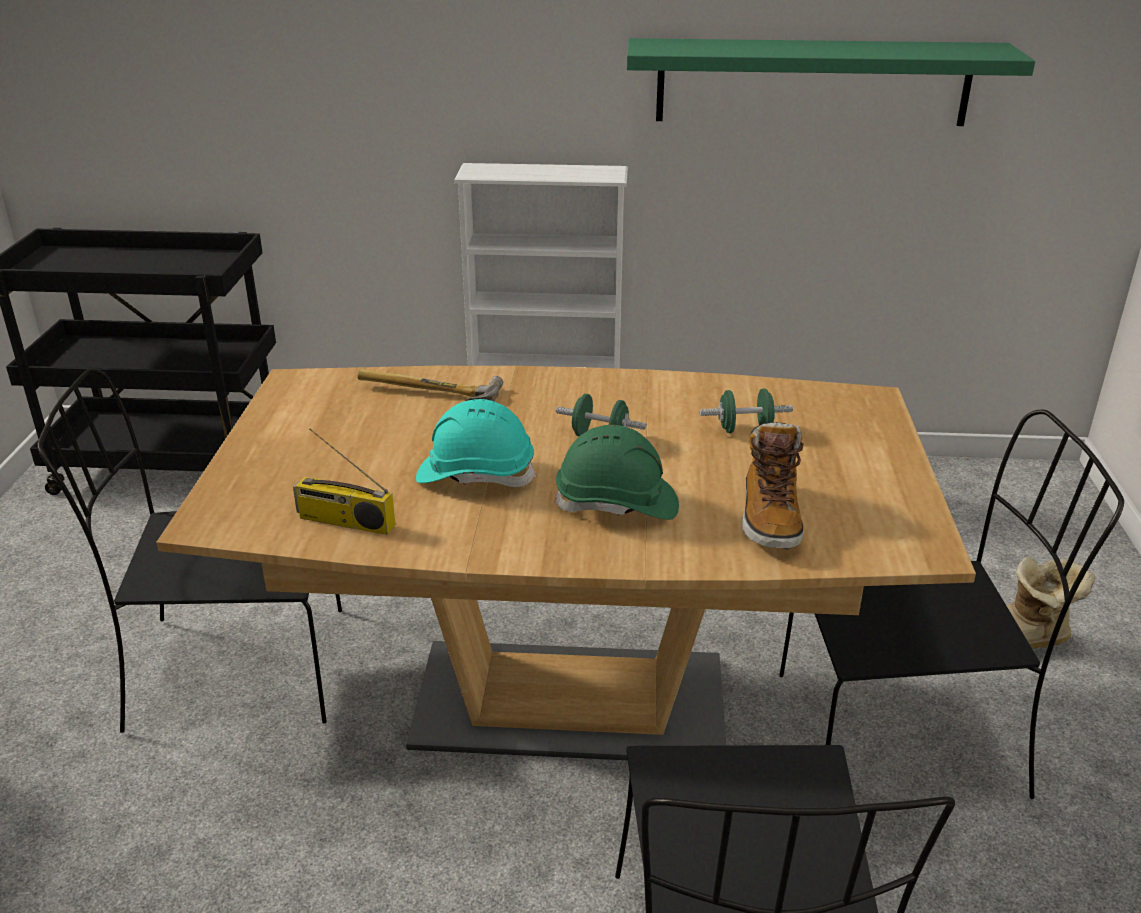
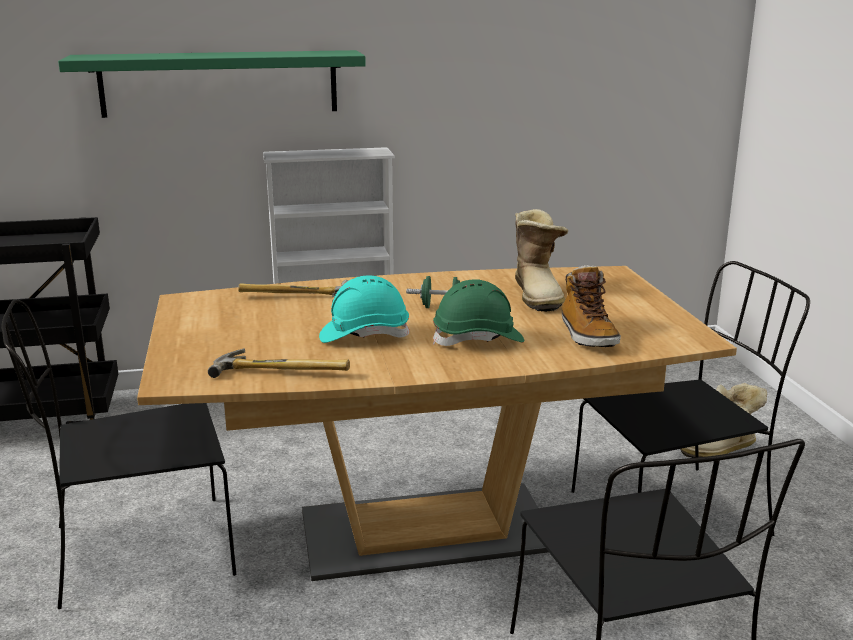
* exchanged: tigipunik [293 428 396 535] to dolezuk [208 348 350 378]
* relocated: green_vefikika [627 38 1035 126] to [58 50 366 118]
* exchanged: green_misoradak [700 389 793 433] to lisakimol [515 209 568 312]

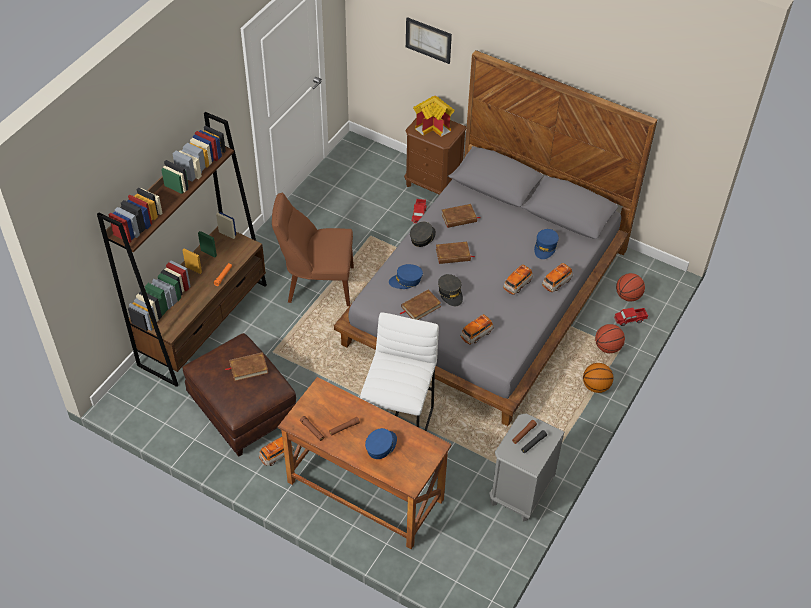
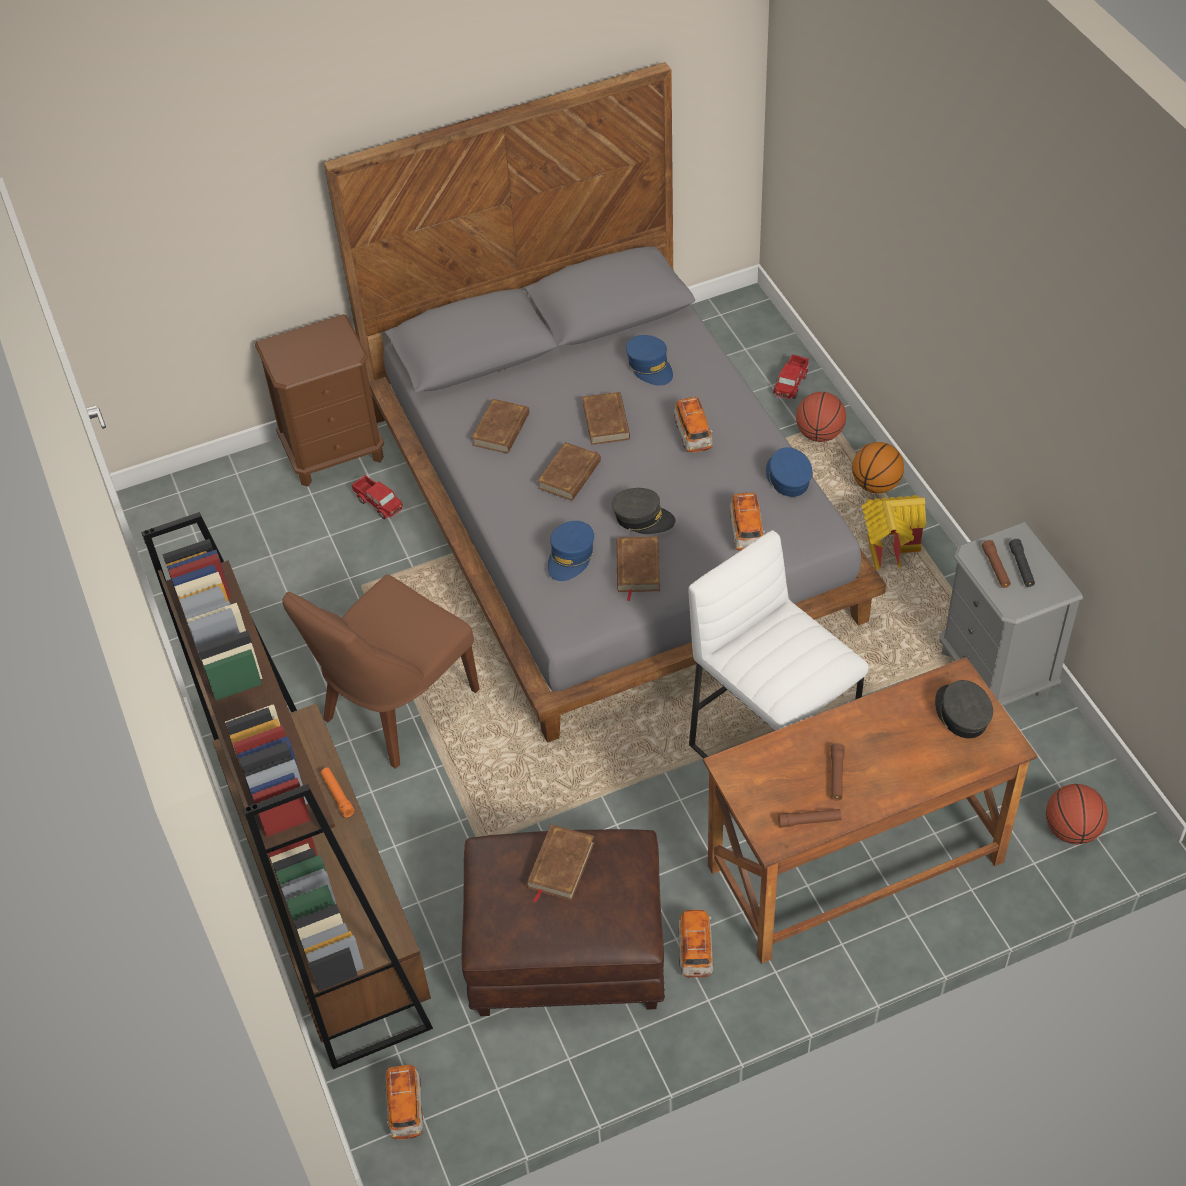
* relocated: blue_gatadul [365 428 397 459] to [766 447 812 497]
* missing: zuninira [406 17 452 64]
* relocated: grey_gatadul [410 222 436 247] to [935 680 993 738]
* relocated: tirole [413 96 455 137] to [862 495 926 570]
* relocated: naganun [542 263 573 292] to [385 1065 423 1139]
* relocated: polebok [616 273 645 302] to [1046 784 1108 844]
* appeared: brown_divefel [582 392 630 445]

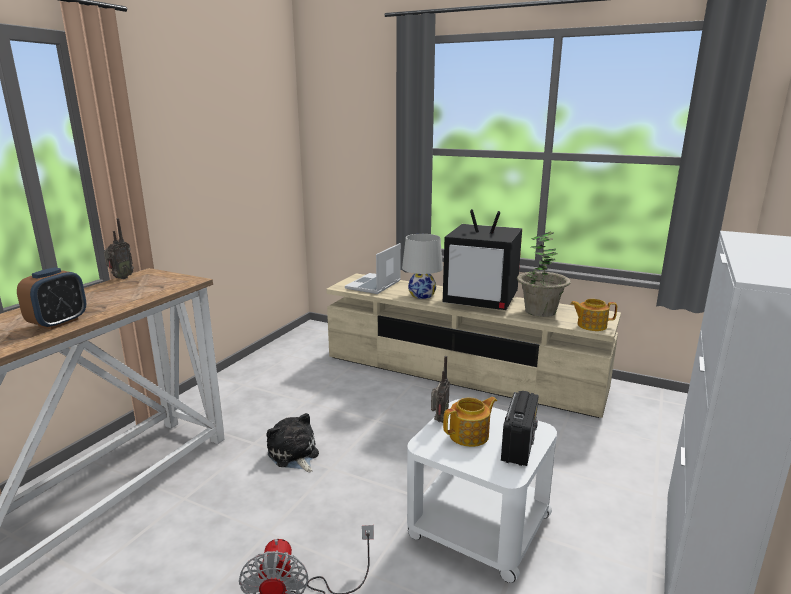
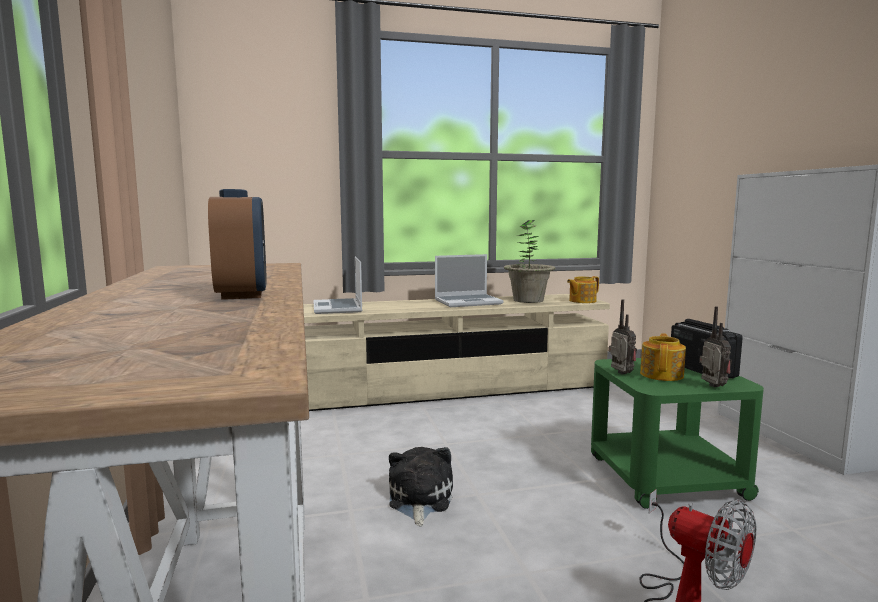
* relocated: tigipunik [104 218 134 279] to [699 306 732 387]
* spun: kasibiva [266 413 319 472] = [389 447 453 526] 75 degrees clockwise
* missing: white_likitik [402 234 443 299]
* colour: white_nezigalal [407 399 557 583] to green_nezigalal [591 358 764 509]
* exchanged: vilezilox [443 209 522 310] to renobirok [435 254 504 307]

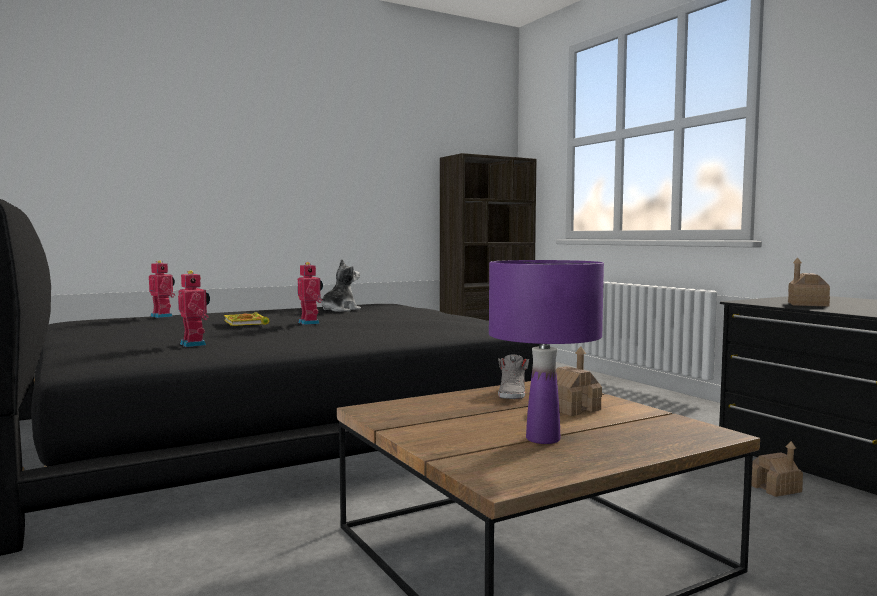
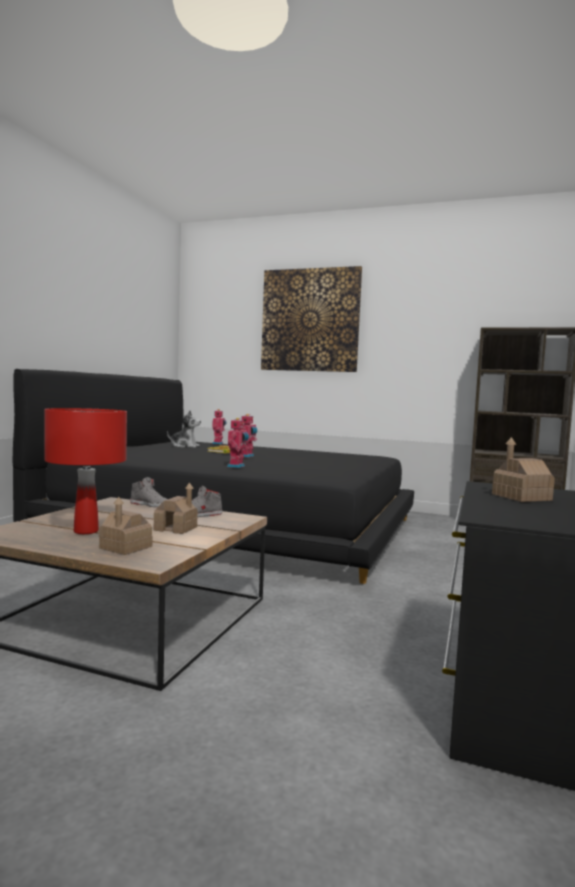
* relocated: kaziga [178 270 210 347] to [227 418 249 468]
* relocated: kasibiva [319 259 361 312] to [167 410 201 448]
* colour: purple_likitik [489 260 604 444] to red_likitik [44 408 127 534]
* relocated: tirole [751 441 803 497] to [99 497 153 555]
* appeared: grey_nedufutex [130 477 168 507]
* appeared: zuninira [261 266 362 372]

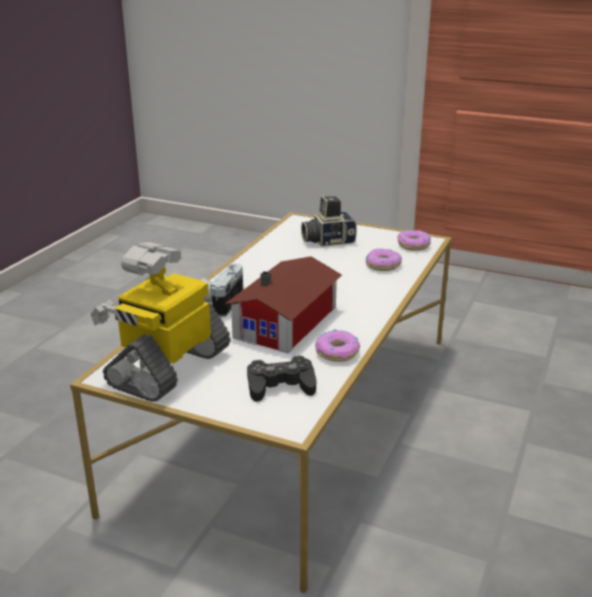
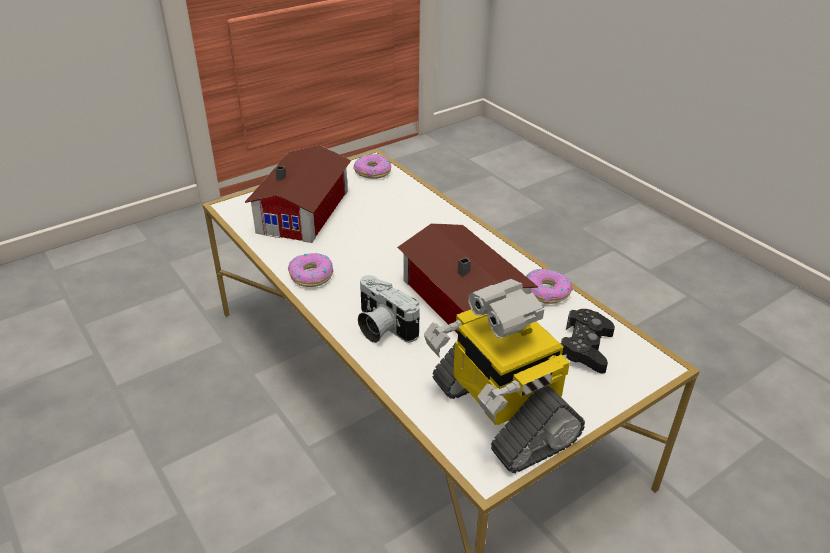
* exchanged: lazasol [301 195 357 247] to tirole [245 145 351 243]
* relocated: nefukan [366 249 402 271] to [288 253 333 287]

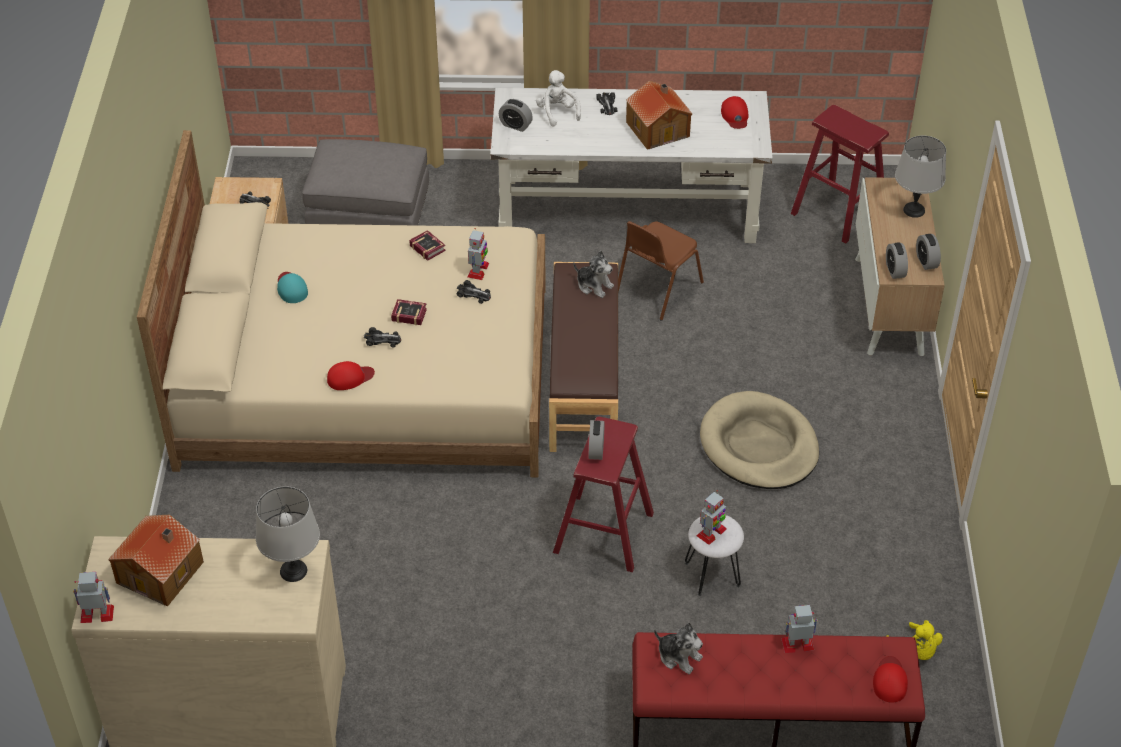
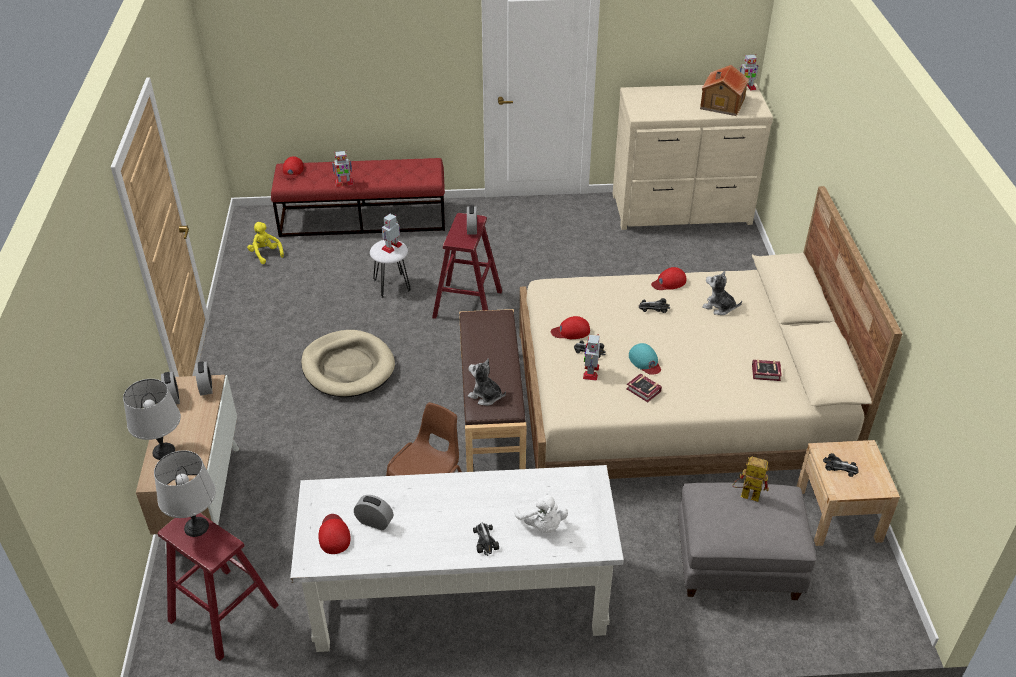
* relocated: grey_likitik [256 486 320 582] to [154 450 216 537]
* relocated: turquoise_gatadul [277 272 308 303] to [629 343 661 375]
* relocated: divefel [391 299 427 325] to [752 359 782 381]
* relocated: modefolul [499 99 533 132] to [354 495 393 530]
* missing: tirole [626 81 692 150]
* relocated: kasibiva [654 623 703 674] to [702 271 742 315]
* appeared: red_gatadul [551 316 590 339]
* appeared: kaziga [733 457 769 502]

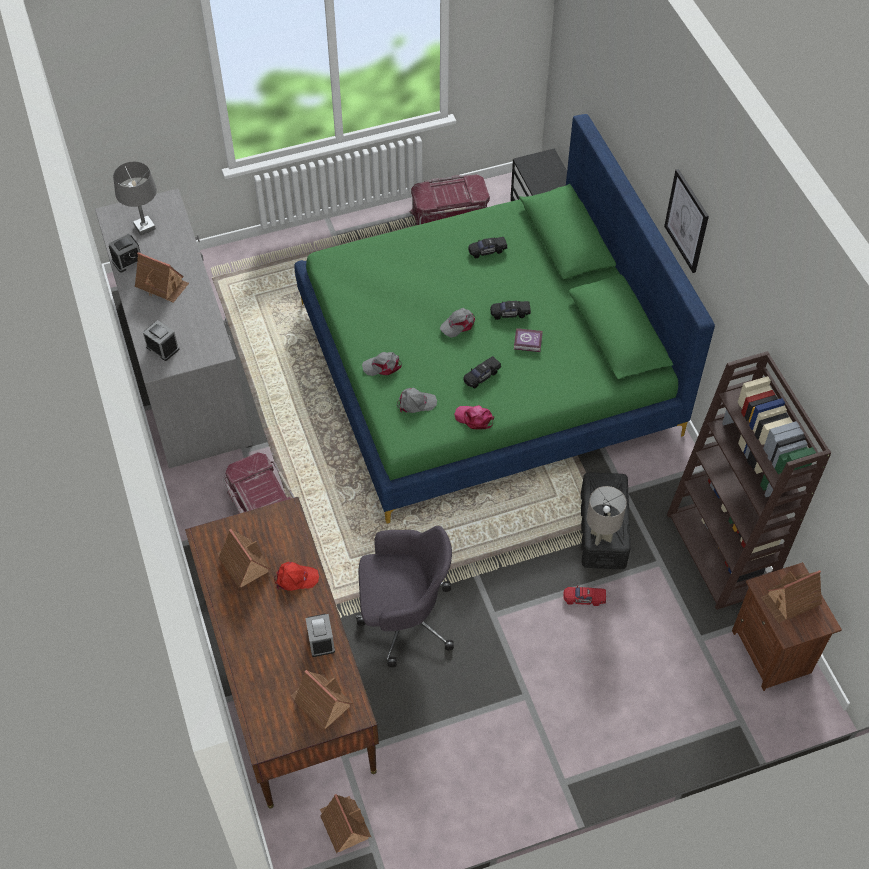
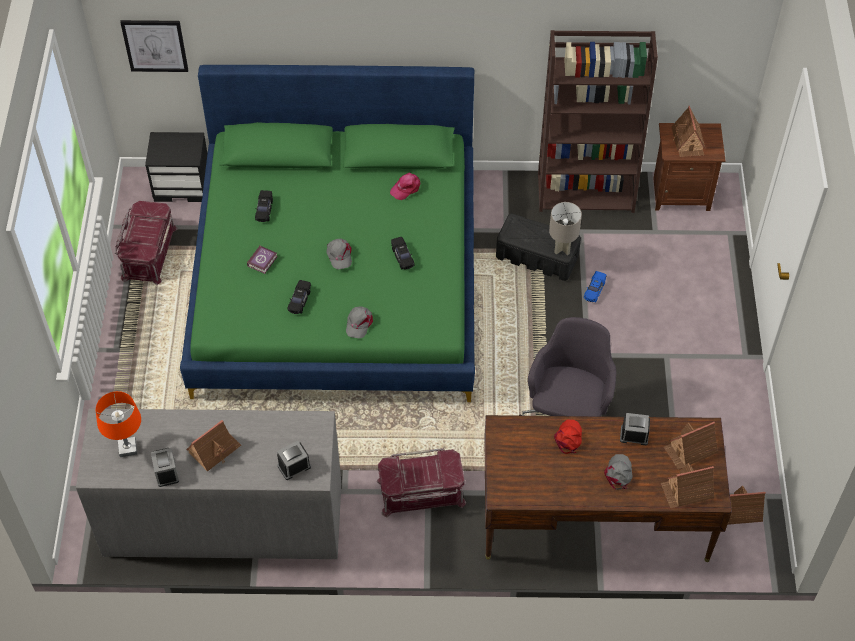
* colour: grey_likitik [113 162 157 235] to orange_likitik [96 391 141 457]
* relocated: tirole [218 529 271 587] to [661 463 714 508]
* relocated: grey_gatadul [397 388 437 413] to [604 454 632 490]
* relocated: pink_gatadul [454 405 494 429] to [390 172 420 200]
* relocated: black_naganun [490 301 531 320] to [288 280 311 314]
* relocated: divefel [514 328 543 352] to [247 246 278 274]
* colour: red_naganun [564 586 606 606] to blue_naganun [584 271 606 302]
* relocated: zuninira [664 169 709 273] to [120 20 188 72]

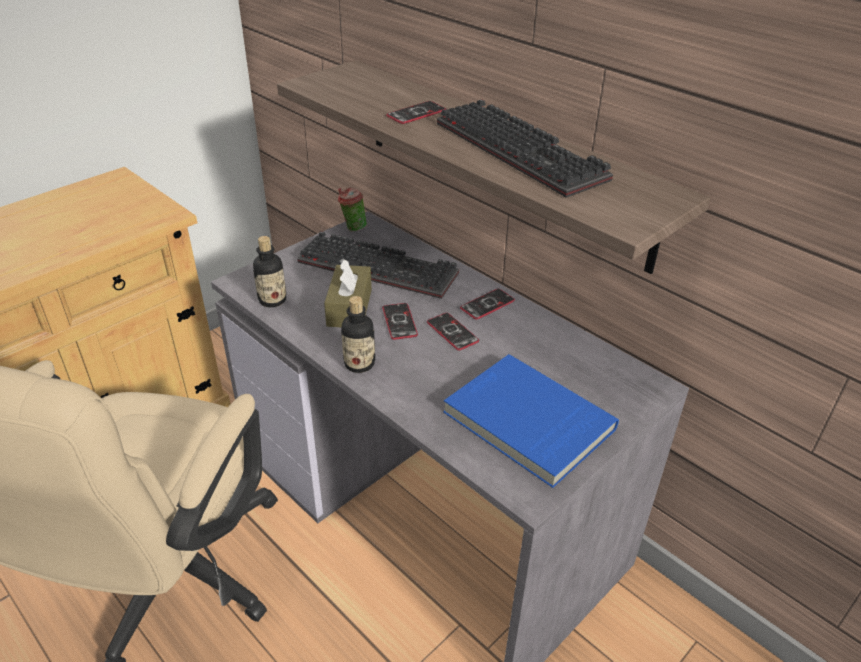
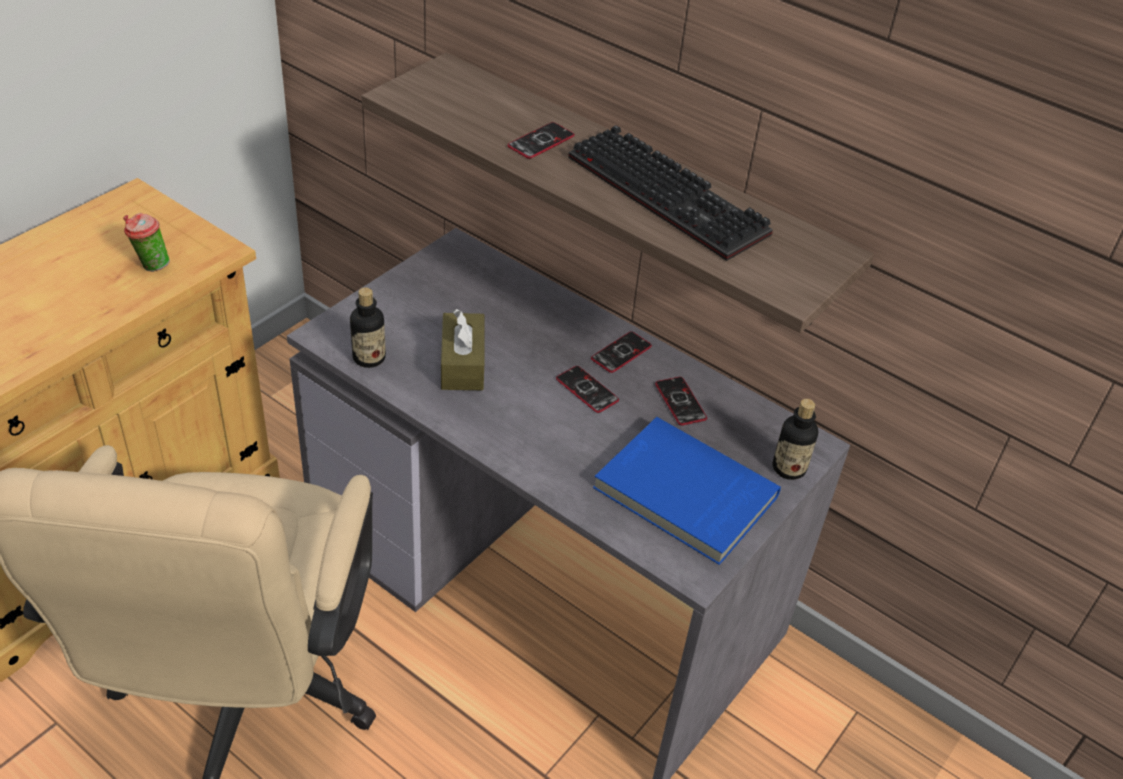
* missing: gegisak [297 231 459 299]
* relocated: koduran [338 187 367 232] to [123 213 170 272]
* relocated: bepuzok [341 296 375 373] to [772 399 818 480]
* relocated: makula [382 303 418 340] to [655 377 707 426]

